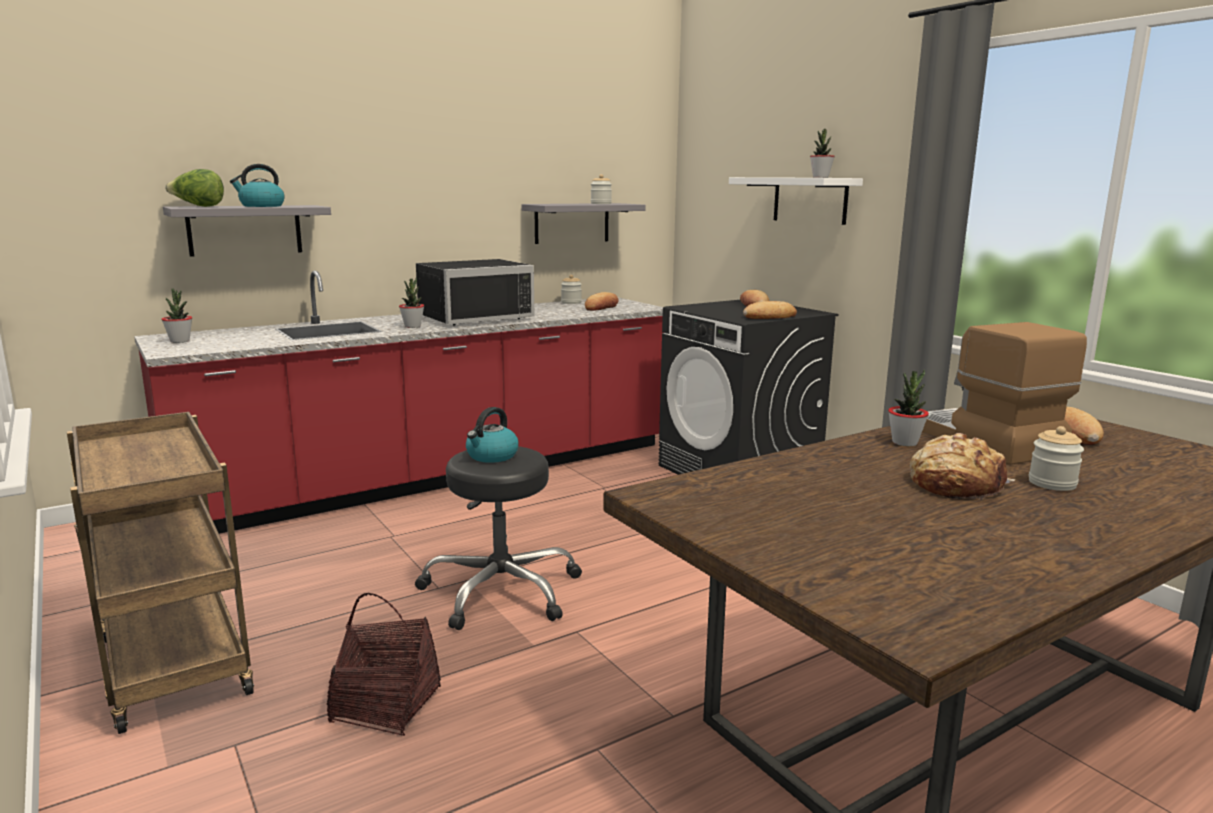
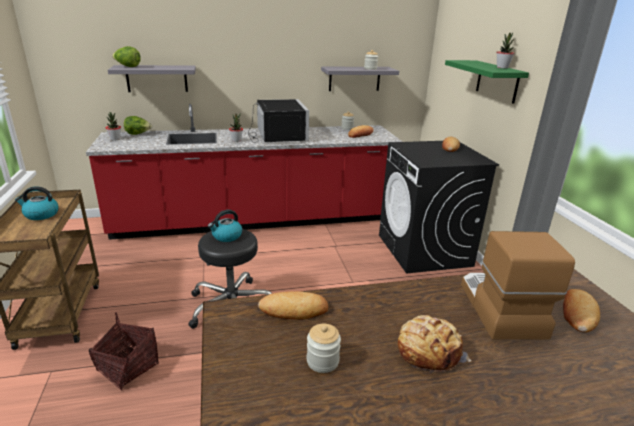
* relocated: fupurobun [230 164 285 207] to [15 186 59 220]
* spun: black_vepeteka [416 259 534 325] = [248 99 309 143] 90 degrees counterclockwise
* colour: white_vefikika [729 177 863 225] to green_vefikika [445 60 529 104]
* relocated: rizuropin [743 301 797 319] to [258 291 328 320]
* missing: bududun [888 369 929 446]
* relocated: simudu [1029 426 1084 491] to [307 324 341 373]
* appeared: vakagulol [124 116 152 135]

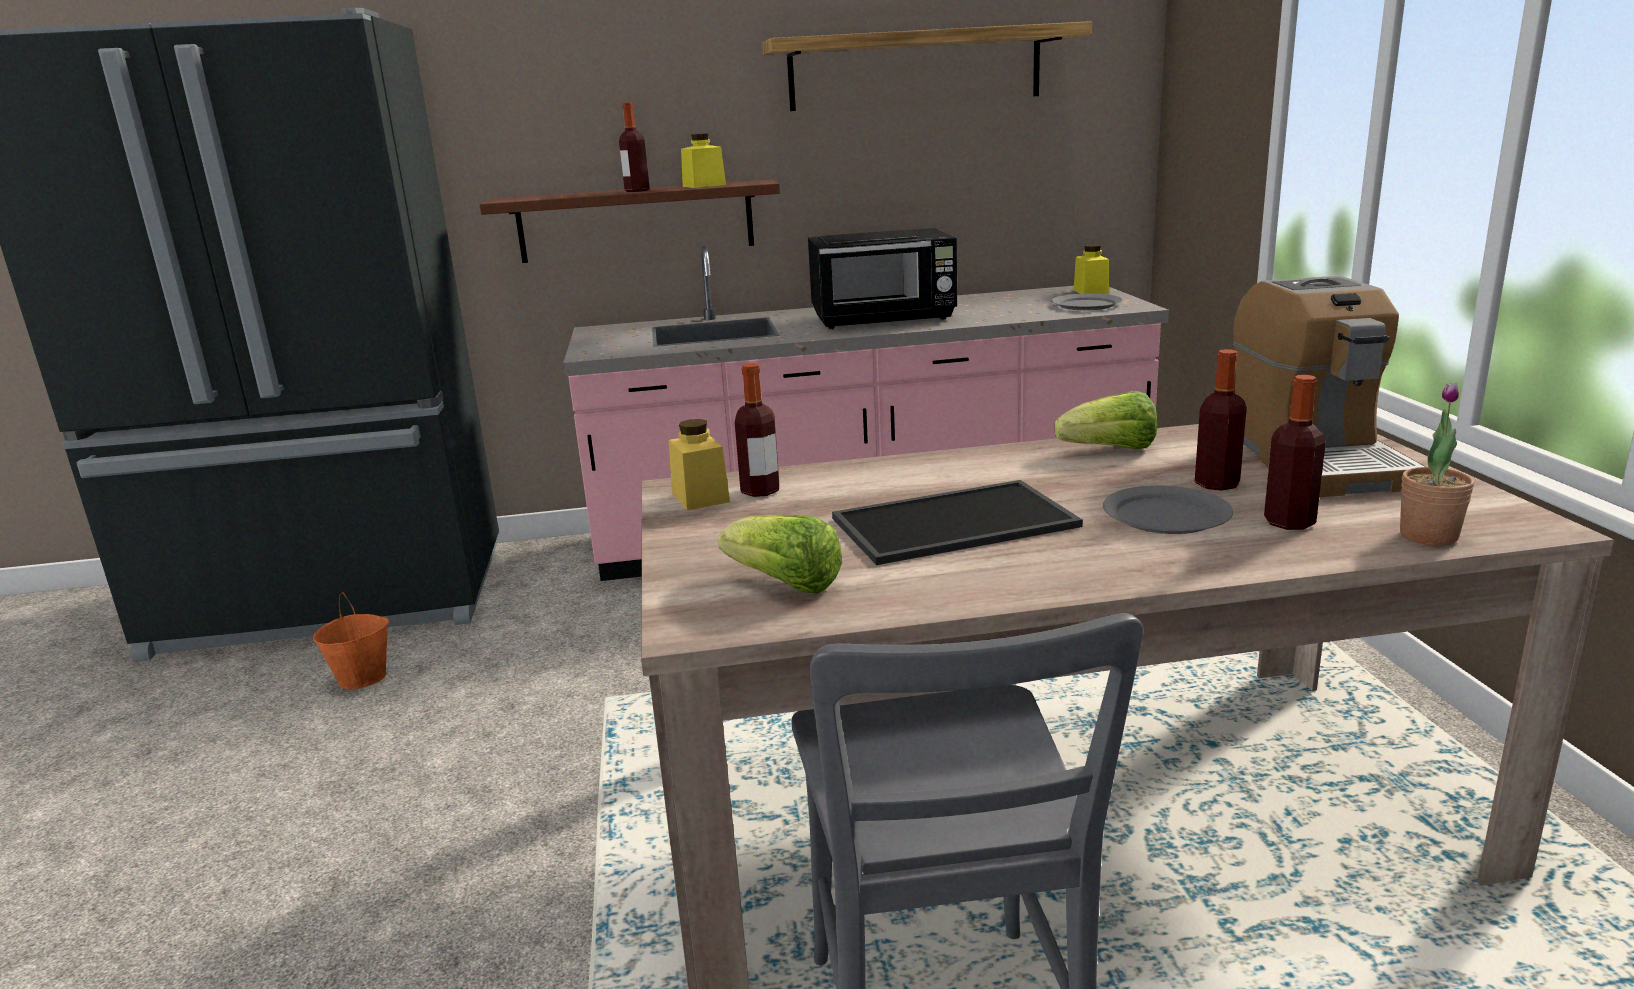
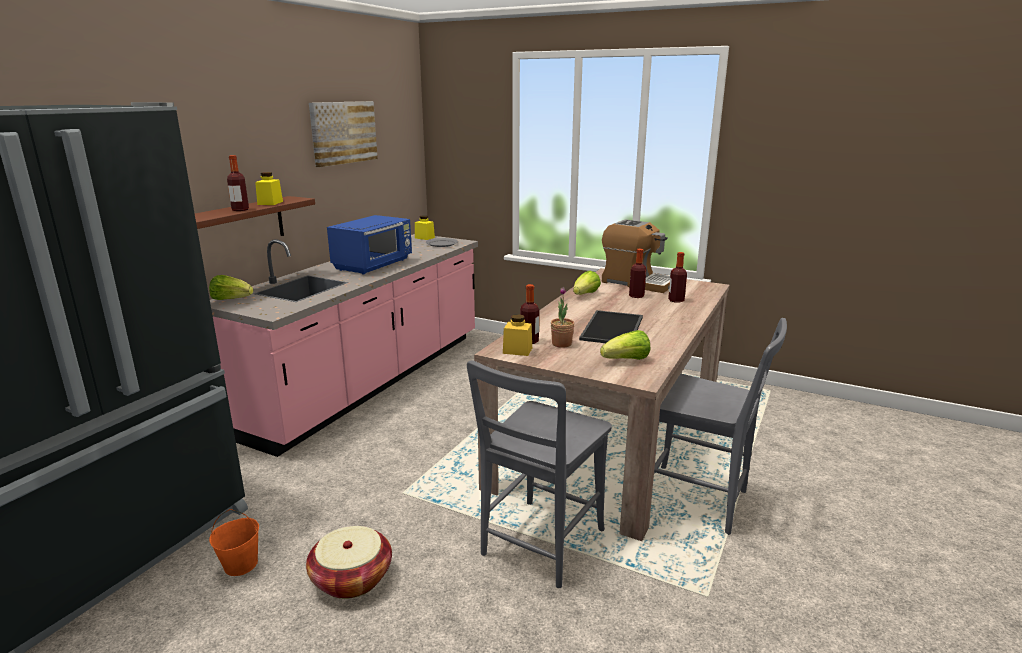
* exchanged: vefikika [762 21 1092 111] to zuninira [309 101 378 167]
* colour: black_vepeteka [808 228 957 329] to blue_vepeteka [327 215 412 275]
* missing: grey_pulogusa [1103 485 1233 534]
* relocated: bududun [1400 383 1474 546] to [551 287 574 348]
* appeared: vakagulol [209 275 253 300]
* appeared: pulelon [306 526 392 599]
* appeared: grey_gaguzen [467 360 612 588]

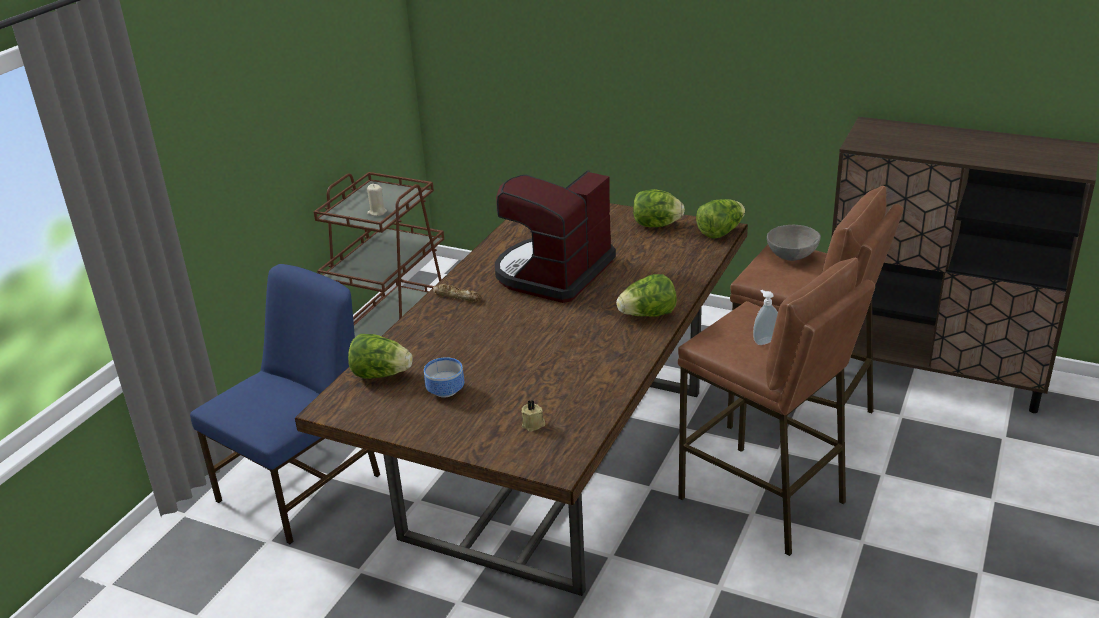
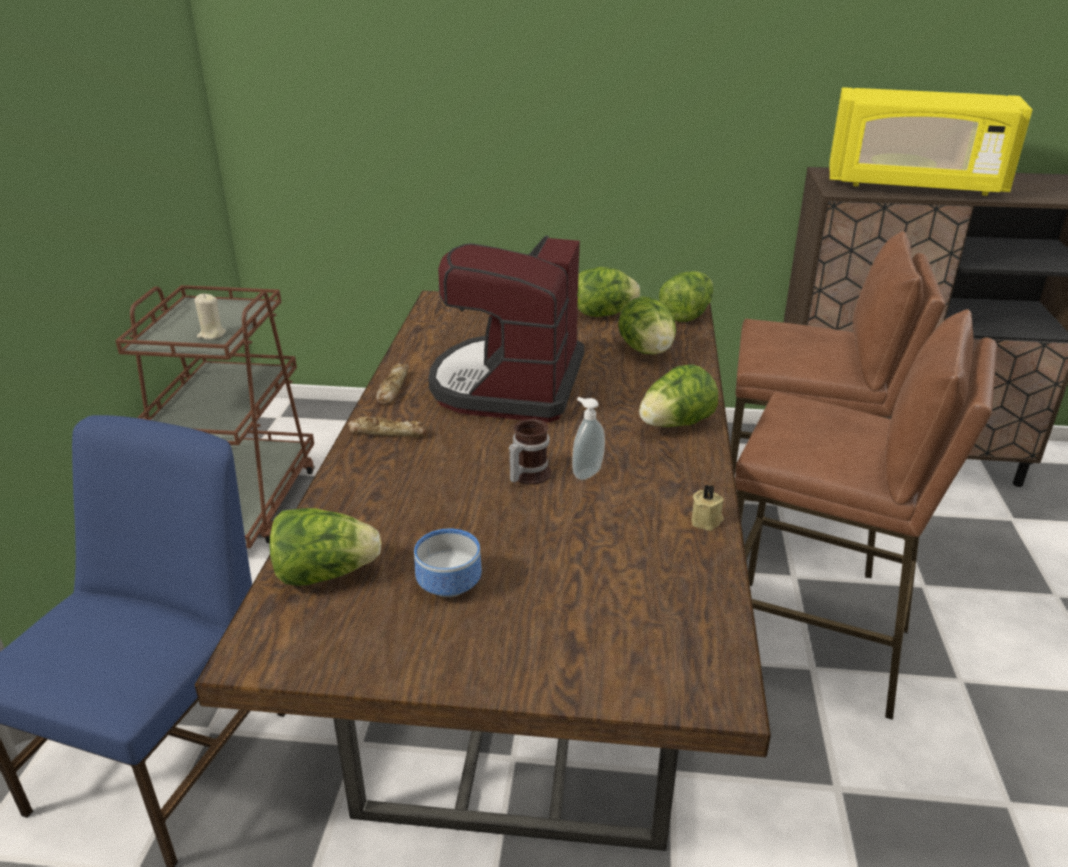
* relocated: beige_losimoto [522 400 545 432] to [691 484 724 531]
* relocated: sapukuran [753 290 778 345] to [572 397 605 480]
* missing: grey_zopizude [767 225 821 261]
* appeared: rizuropin [376 363 409 404]
* appeared: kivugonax [509 419 552 485]
* appeared: vakagulol [618 296 676 354]
* appeared: yellow_vepeteka [829 87 1033 196]

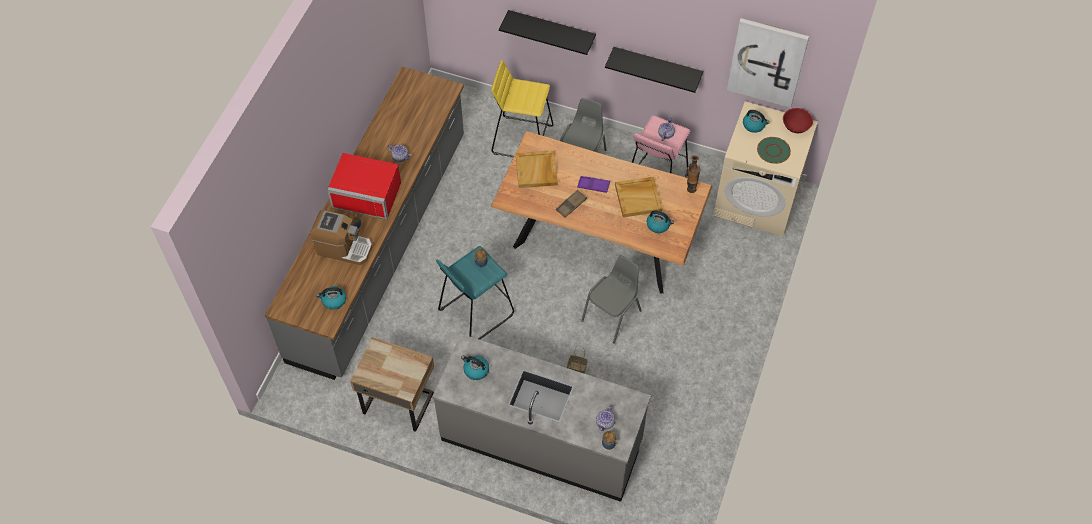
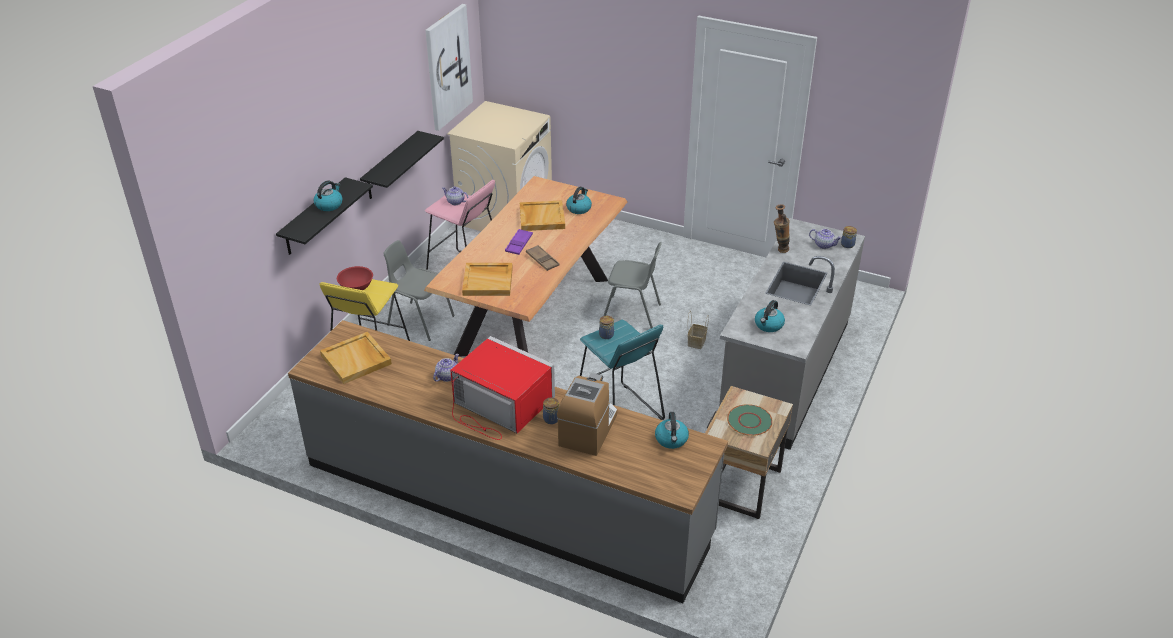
* spun: red_vepeteka [327 153 401 220] = [450 336 555 440] 75 degrees counterclockwise
* spun: grey_gaguzen [581 255 642 344] = [603 242 662 328] 150 degrees clockwise
* relocated: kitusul [687 155 701 193] to [774 204 790 253]
* relocated: fupurobun [743 110 770 133] to [313 181 342 211]
* relocated: green_pulogusa [757 137 791 164] to [727 404 773 436]
* relocated: red_zopizude [783 108 813 133] to [337 266 373 290]
* appeared: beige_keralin [320 332 392 384]

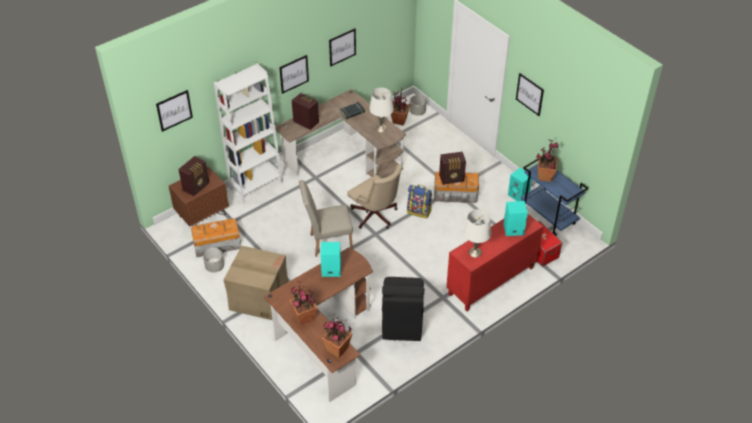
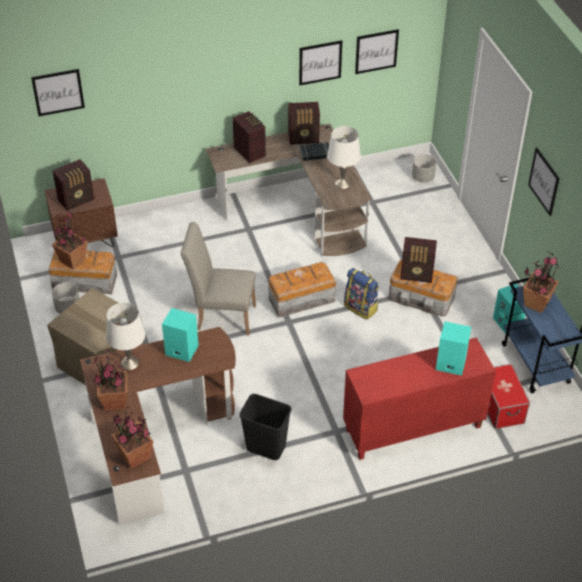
* missing: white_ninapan [214 63 283 204]
* relocated: zuninira [279 55 309 94] to [355 29 399 74]
* exchanged: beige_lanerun [347 165 402 229] to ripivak [268 262 336 318]
* exchanged: black_gaguzen [382 277 424 341] to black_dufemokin [239 394 291 460]
* relocated: bududun [391 88 410 126] to [52 211 88 269]
* relocated: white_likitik [464 209 491 257] to [106 303 145 370]
* appeared: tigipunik [288 102 320 145]

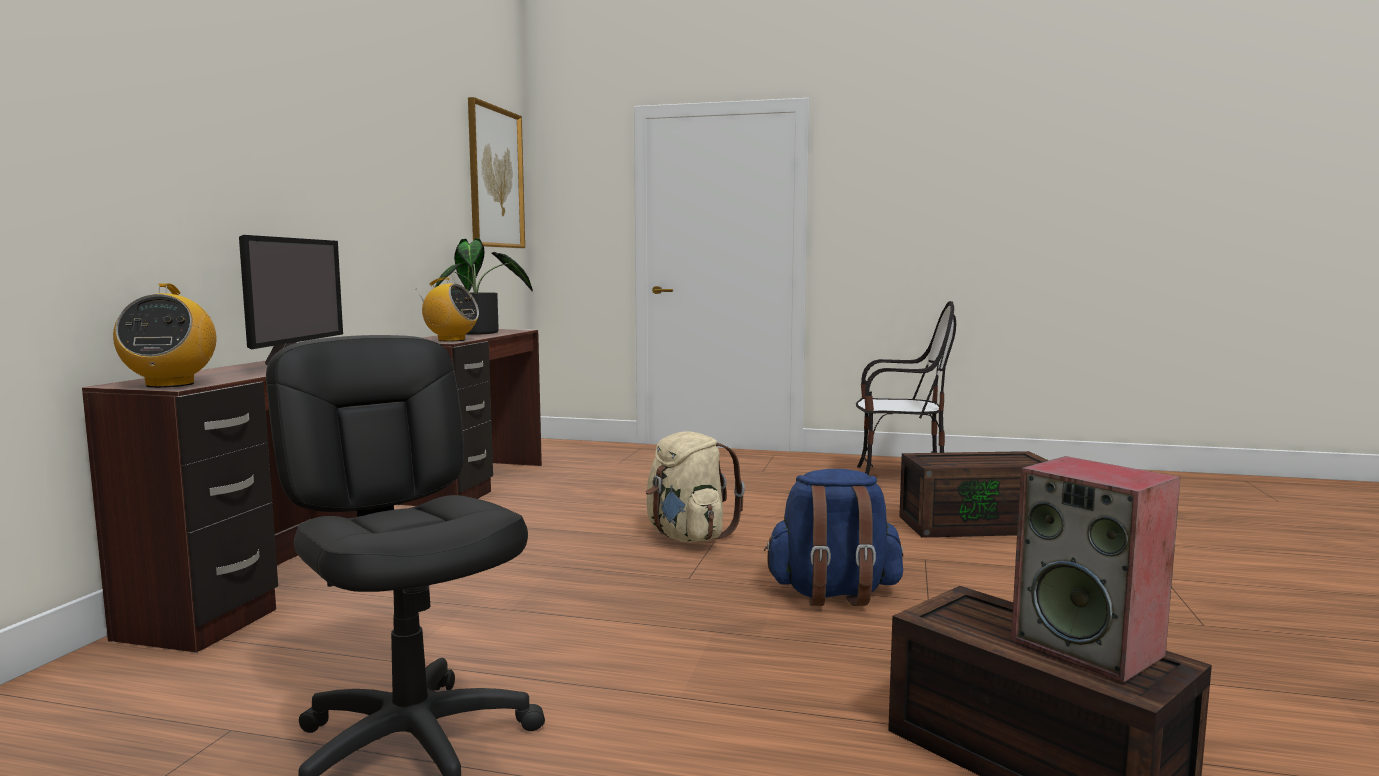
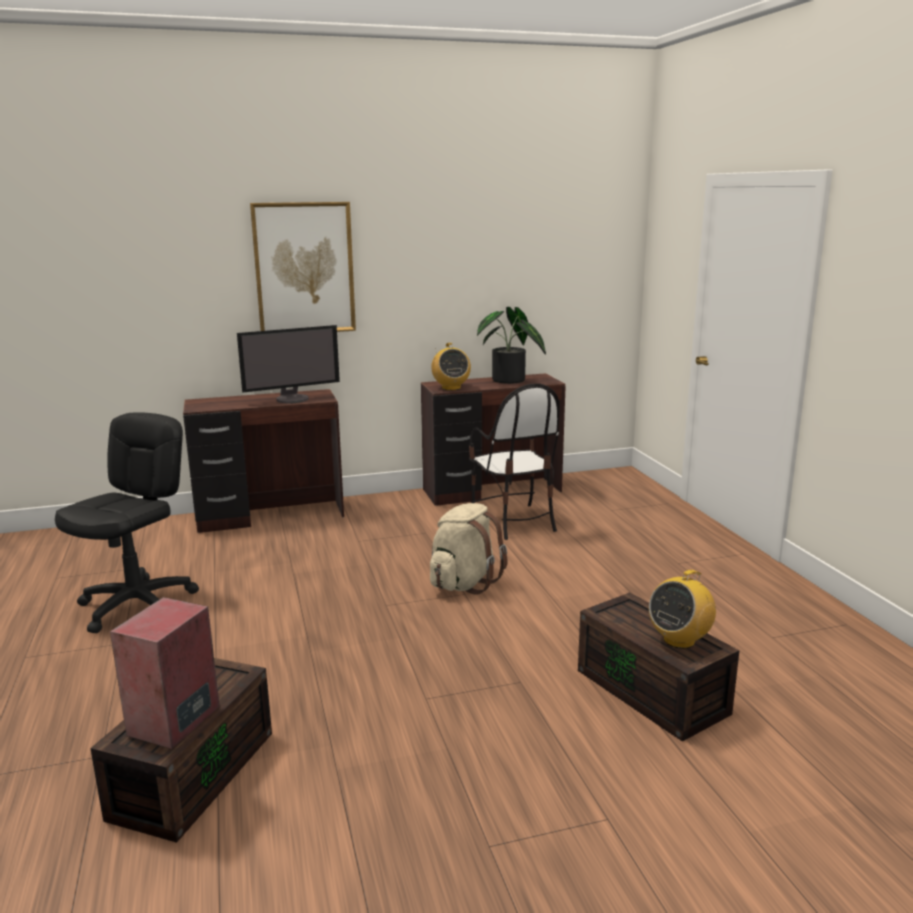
* relocated: tigipunik [113 283 216 388] to [649 570 716 649]
* relocated: zuninira [468 97 525 248] to [250 202 356 332]
* missing: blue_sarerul [764 469 903 606]
* relocated: gaguzen [856 301 956 475] to [469 383 560 540]

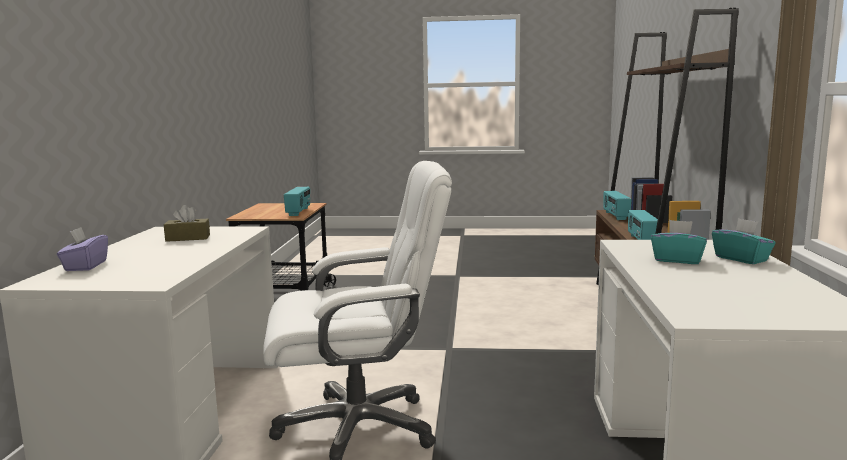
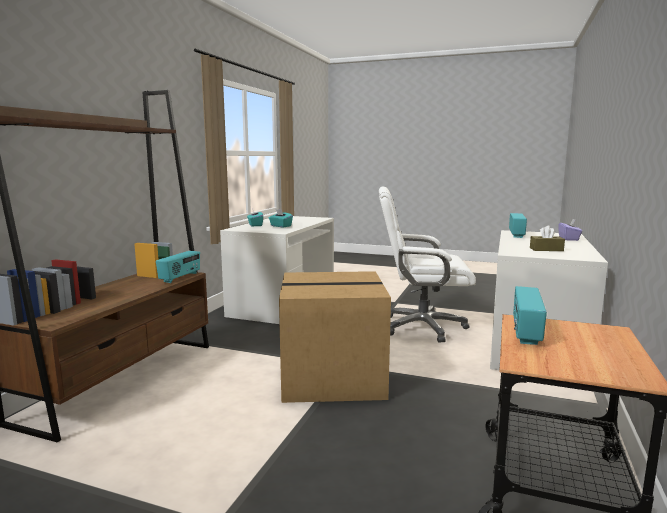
* relocated: tigipunik [603 191 632 220] to [509 213 527 238]
* appeared: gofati [279 271 391 403]

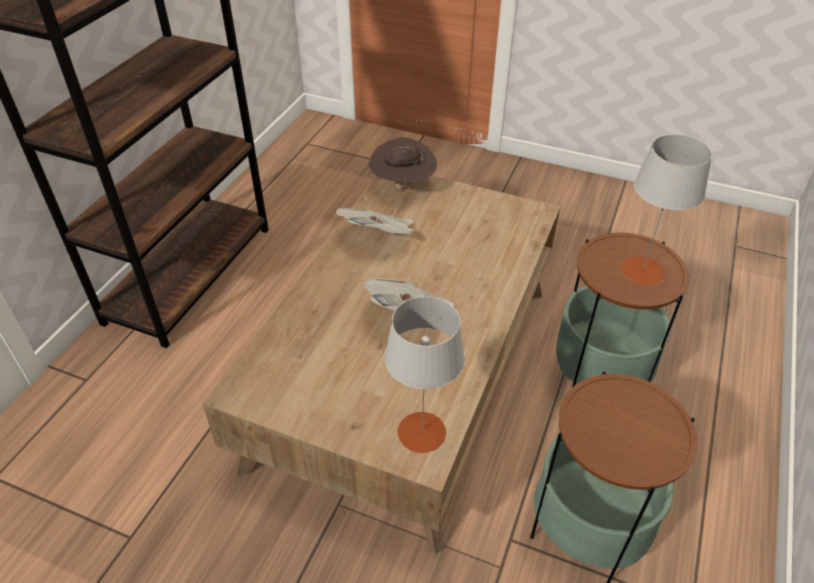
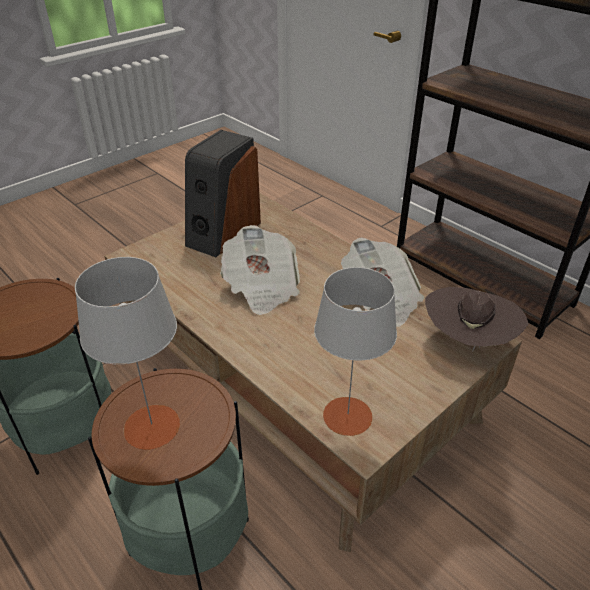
* relocated: grey_likitik [384 296 465 453] to [314 267 397 436]
* appeared: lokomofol [185 130 261 257]

